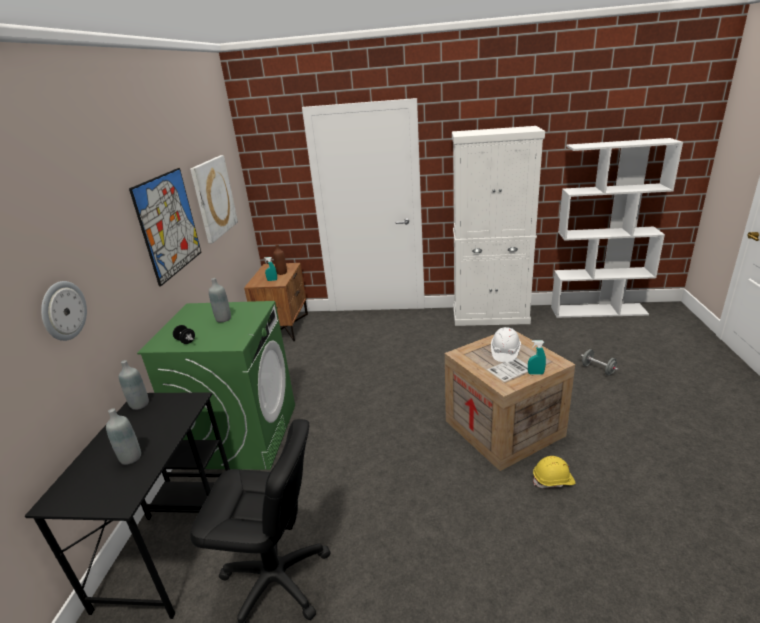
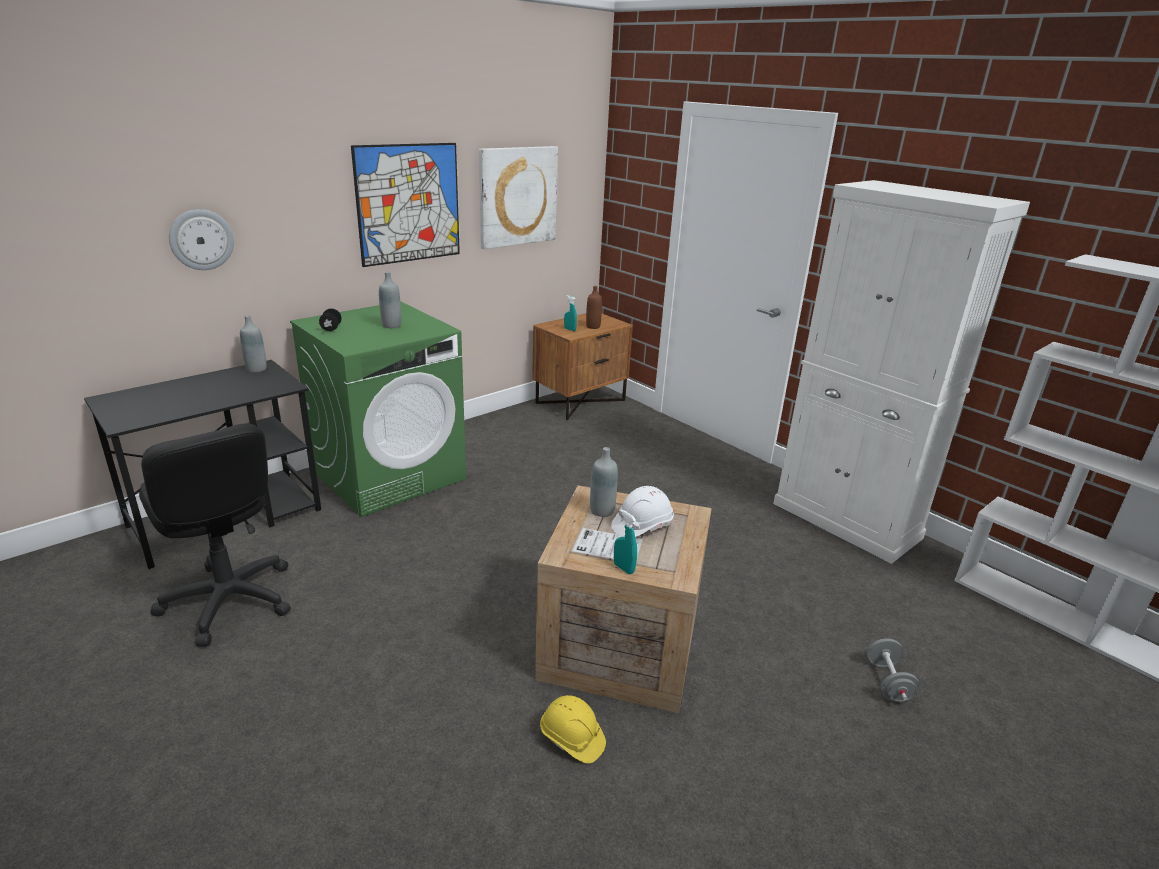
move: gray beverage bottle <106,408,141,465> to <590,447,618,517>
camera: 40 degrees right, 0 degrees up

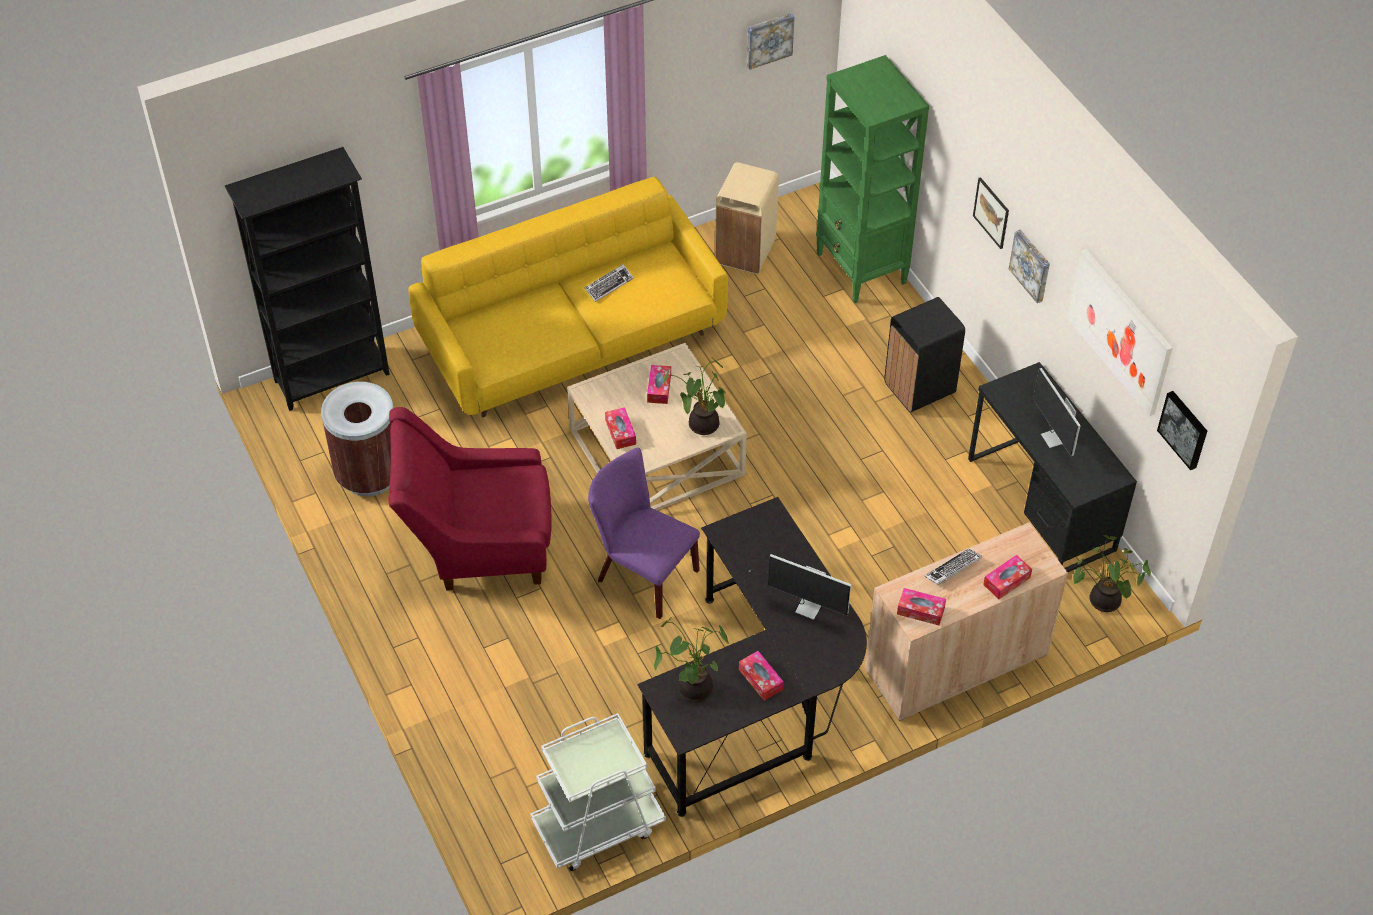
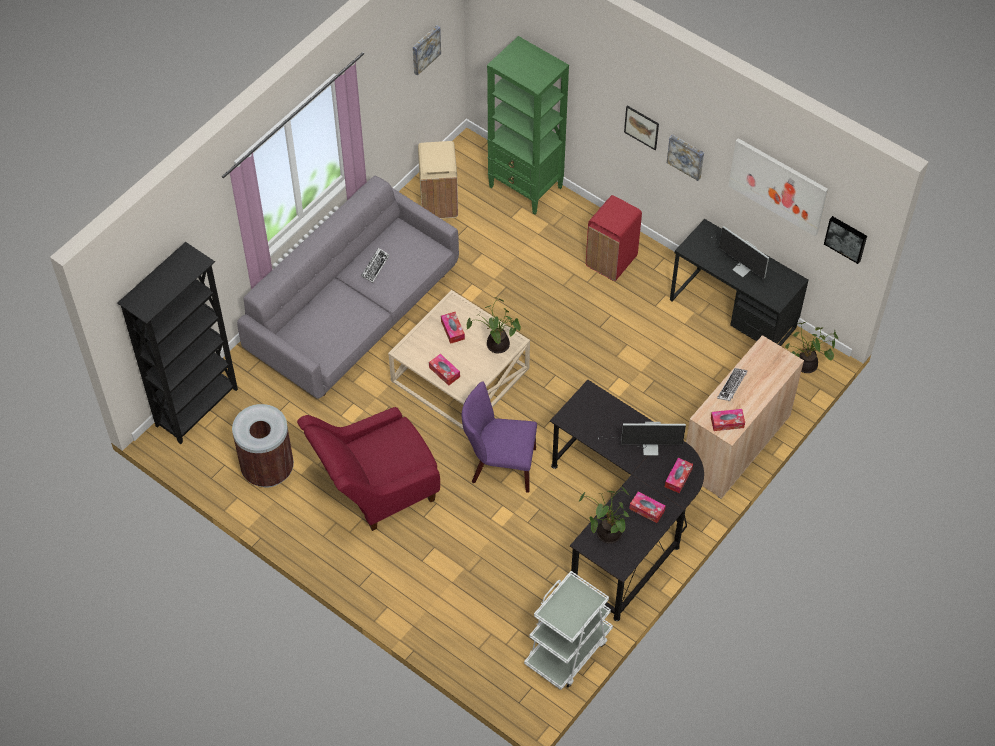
move: tissue box <983,555,1032,599> to <665,458,693,493>
recolor: yellow couch <409,177,728,417> to gray couch <237,176,459,399>; black trash can <884,297,965,413> to red-coloured trash can <586,195,642,281>
camera: 25 degrees left, 5 degrees up

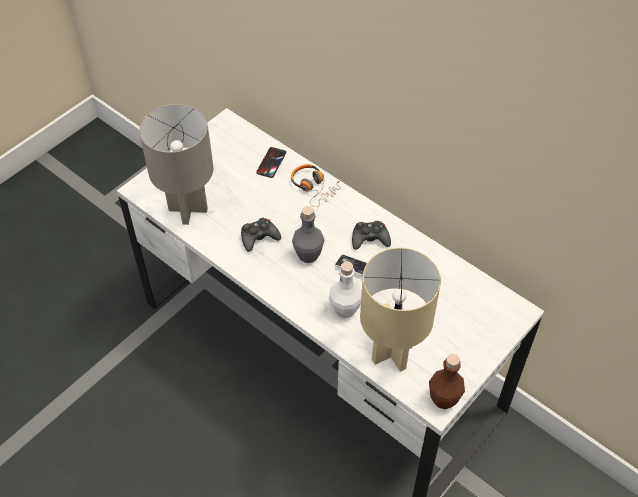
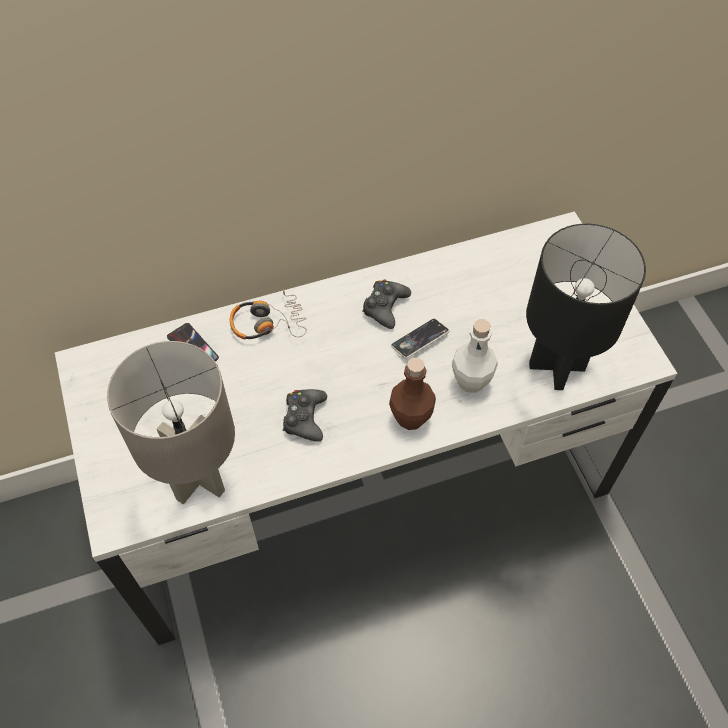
delete: gray beverage bottle <292,206,325,263>
move: brown-coloured beverage bottle <429,354,465,409> to <389,357,436,430>
recolor: beige-coloured tabletop lamp <360,248,441,372> to black tabletop lamp <526,224,646,390>
camera: 60 degrees left, 5 degrees up

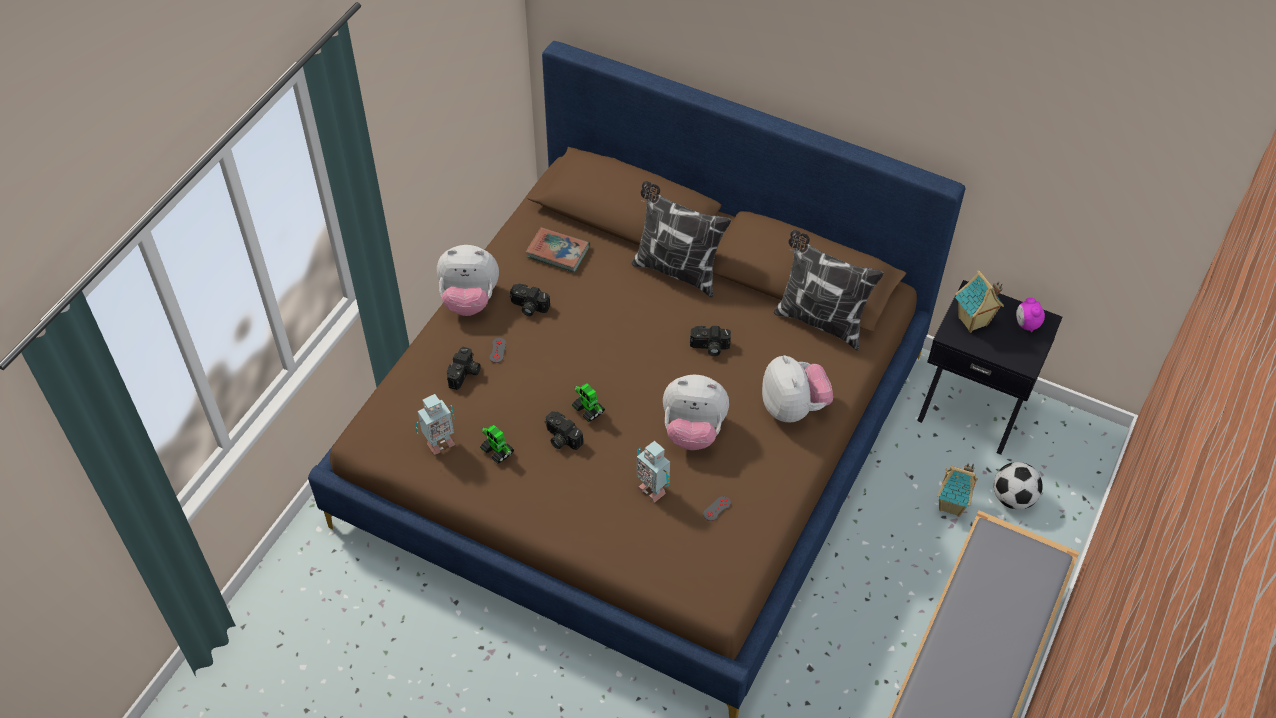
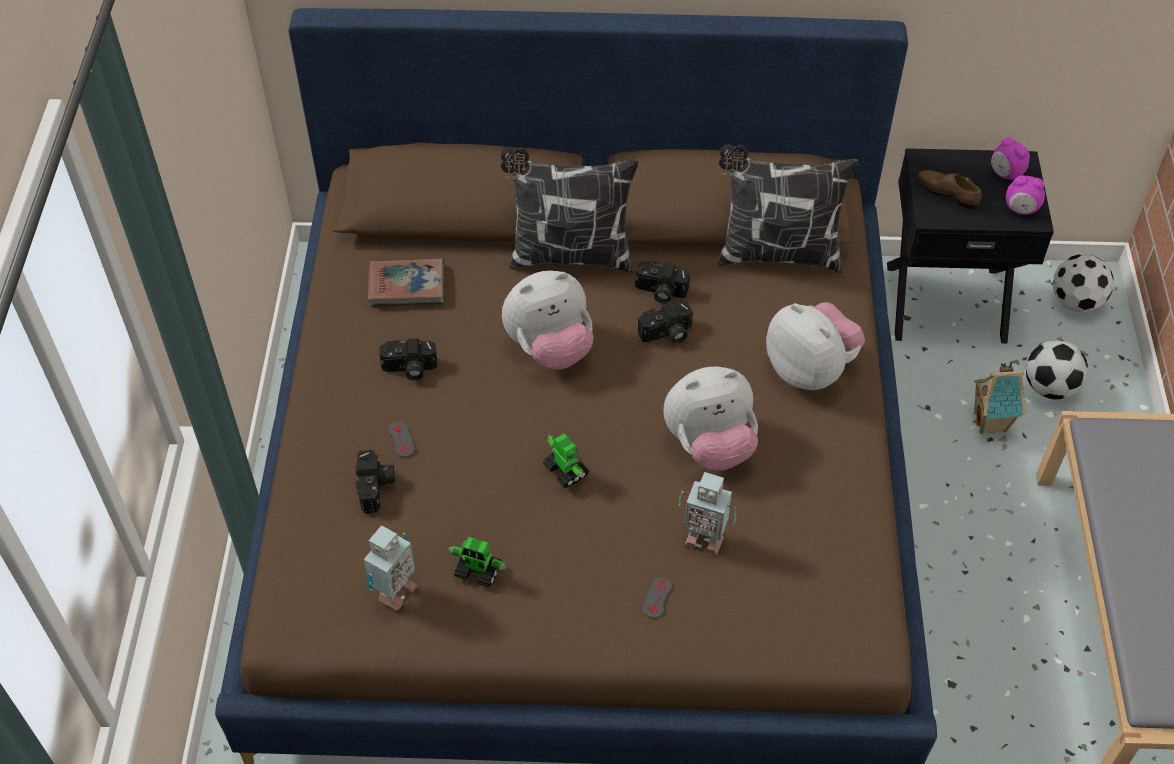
insert: bedside clock <1006,175,1045,215>; football <1053,254,1114,312>
move: soft toy <437,245,499,316> to <502,271,594,370>; still camera <545,411,583,450> to <635,261,690,304>; gray joypad <703,496,731,521> to <643,577,672,618>
replace: model house <955,270,1004,333> to brown-coloured low shoe <918,170,982,210>
rotate: model robot <572,383,605,422> = <543,433,589,488> 150 degrees counterclockwise
camera: 25 degrees left, 0 degrees up

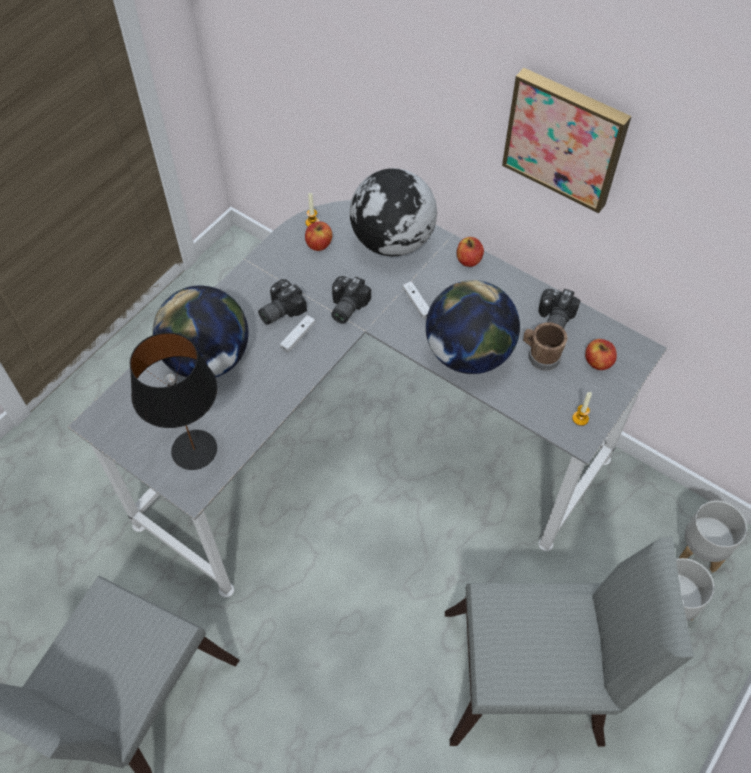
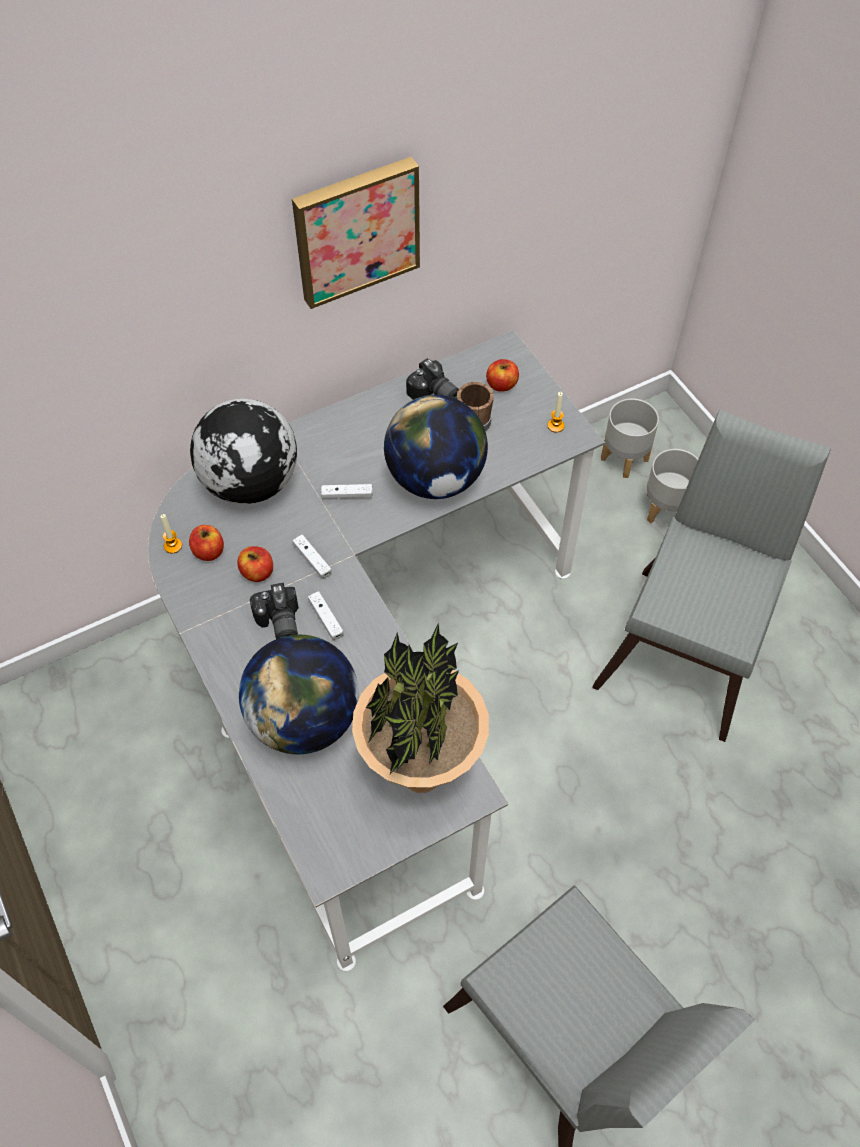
move: apple <457,237,484,267> to <237,546,273,582>
replace: still camera <331,276,371,324> to white joypad <292,534,332,579>; black tabletop lamp <130,332,217,470> to potted plant <352,623,489,793>
camera: 65 degrees left, 0 degrees up

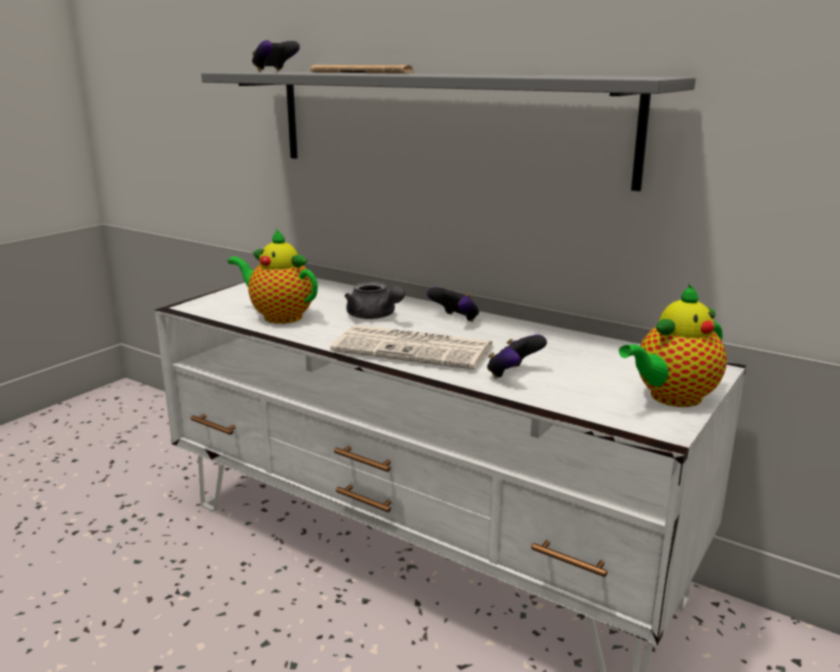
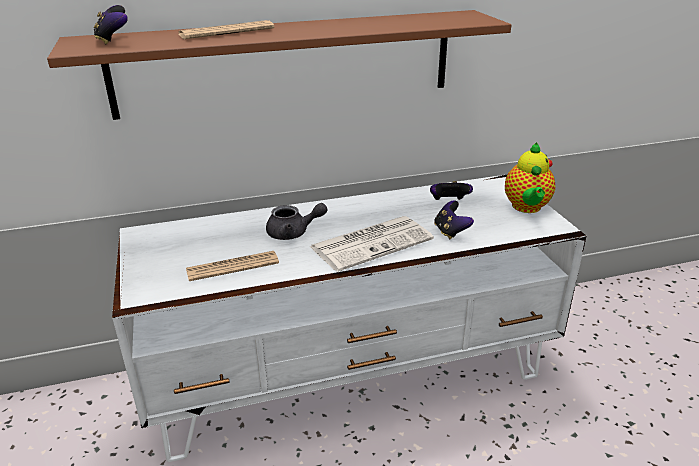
move: joypad <427,287,479,322> to <430,181,473,200>
replace: pot for tea <228,229,318,324> to newspaper <186,251,279,281>
recolor: gray bracket shelf <201,72,696,191> to brown-coloured bracket shelf <47,10,511,120>
camera: 50 degrees left, 10 degrees up

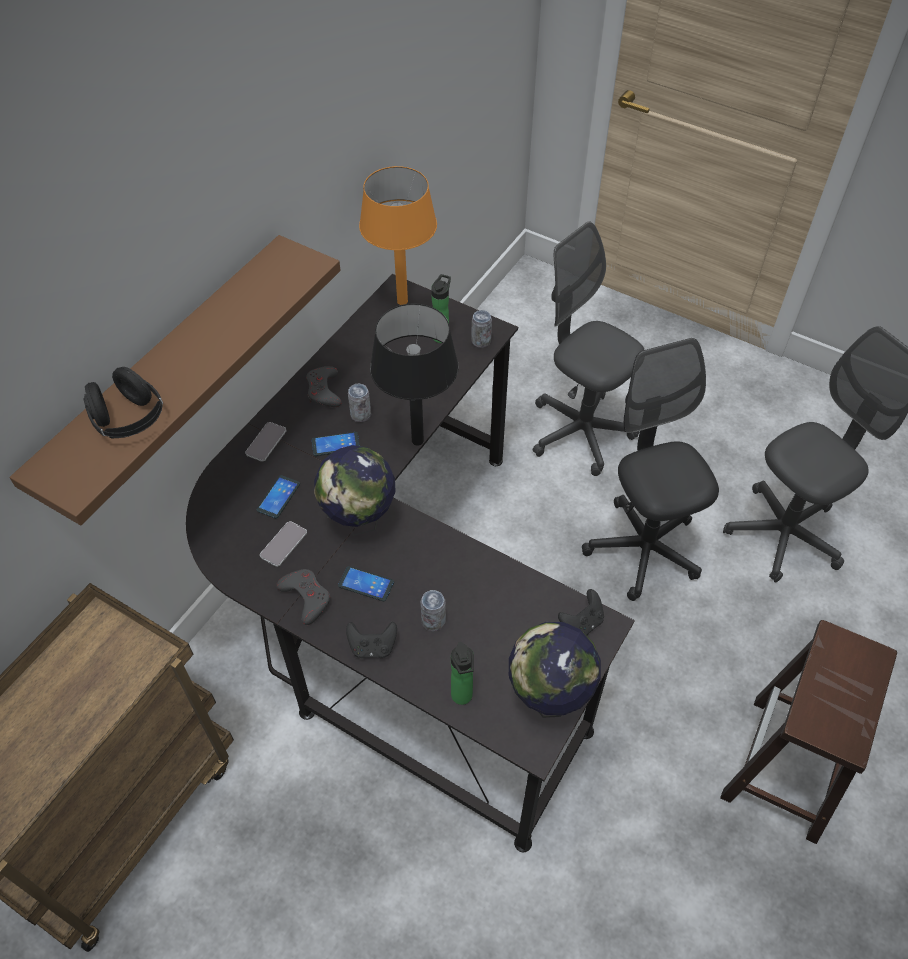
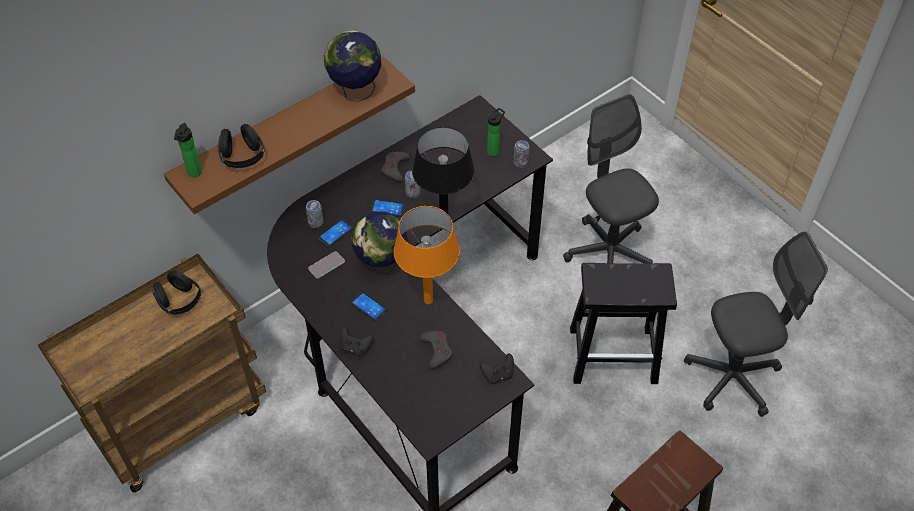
delete: telephone <245,422,286,462>
insert: black pair of headphones <152,270,201,315>
move: beverage bottle <451,642,474,705> to <174,123,202,177>; can <420,590,446,631> to <306,200,324,228>; world globe <509,622,601,718> to <324,31,381,102>; orangey tabletop lamp <359,166,437,305> to <394,206,460,304>; gray joypad <276,569,330,625> to <419,331,453,370>
replace: black office chair <582,338,719,601> to black sitting stool <570,263,677,384>
camera: 20 degrees right, 0 degrees up

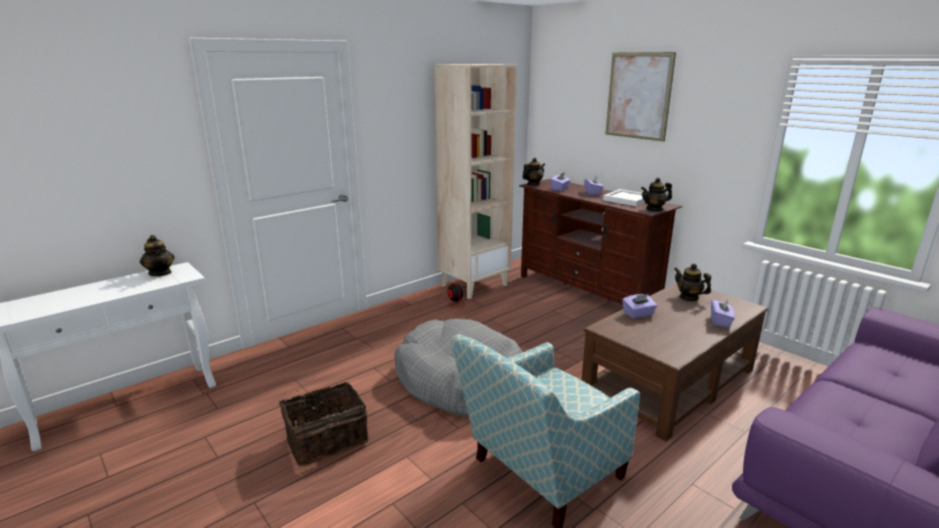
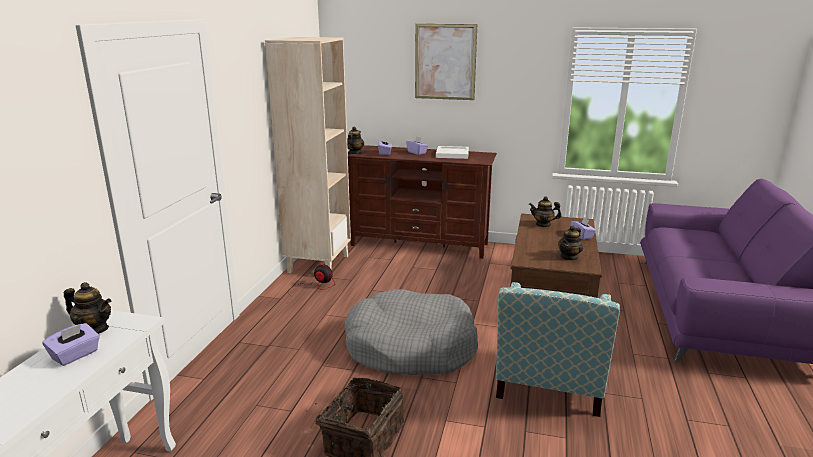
move: purple-coloured tissue box <622,294,657,319> to <42,323,100,366>; pot for tea <641,178,672,212> to <558,225,583,261>
camera: 35 degrees left, 0 degrees up

